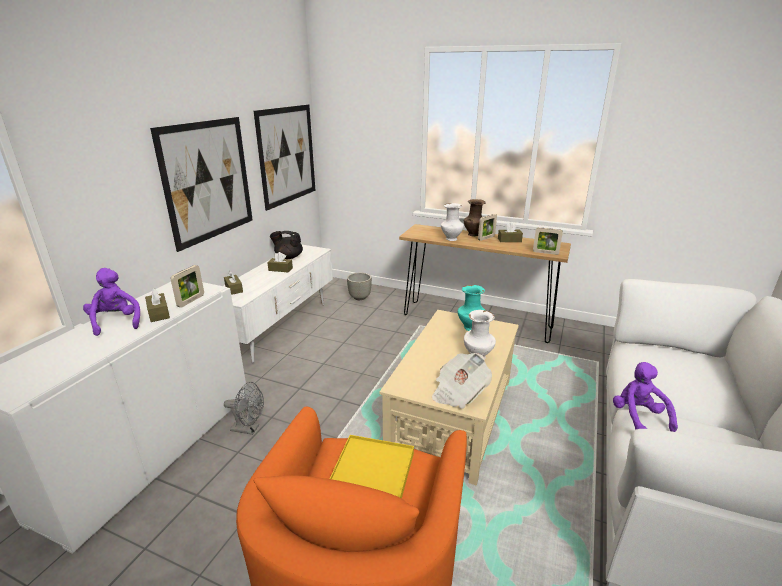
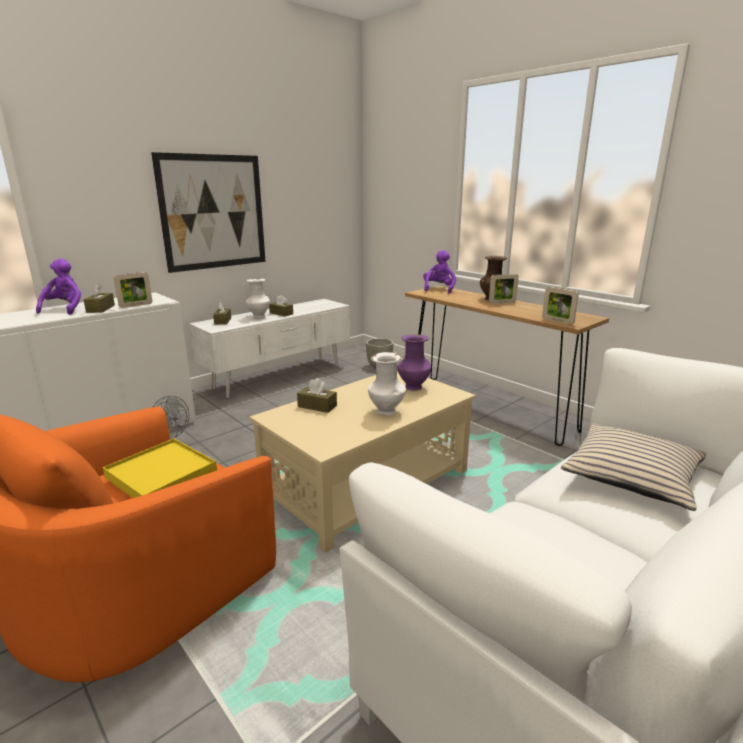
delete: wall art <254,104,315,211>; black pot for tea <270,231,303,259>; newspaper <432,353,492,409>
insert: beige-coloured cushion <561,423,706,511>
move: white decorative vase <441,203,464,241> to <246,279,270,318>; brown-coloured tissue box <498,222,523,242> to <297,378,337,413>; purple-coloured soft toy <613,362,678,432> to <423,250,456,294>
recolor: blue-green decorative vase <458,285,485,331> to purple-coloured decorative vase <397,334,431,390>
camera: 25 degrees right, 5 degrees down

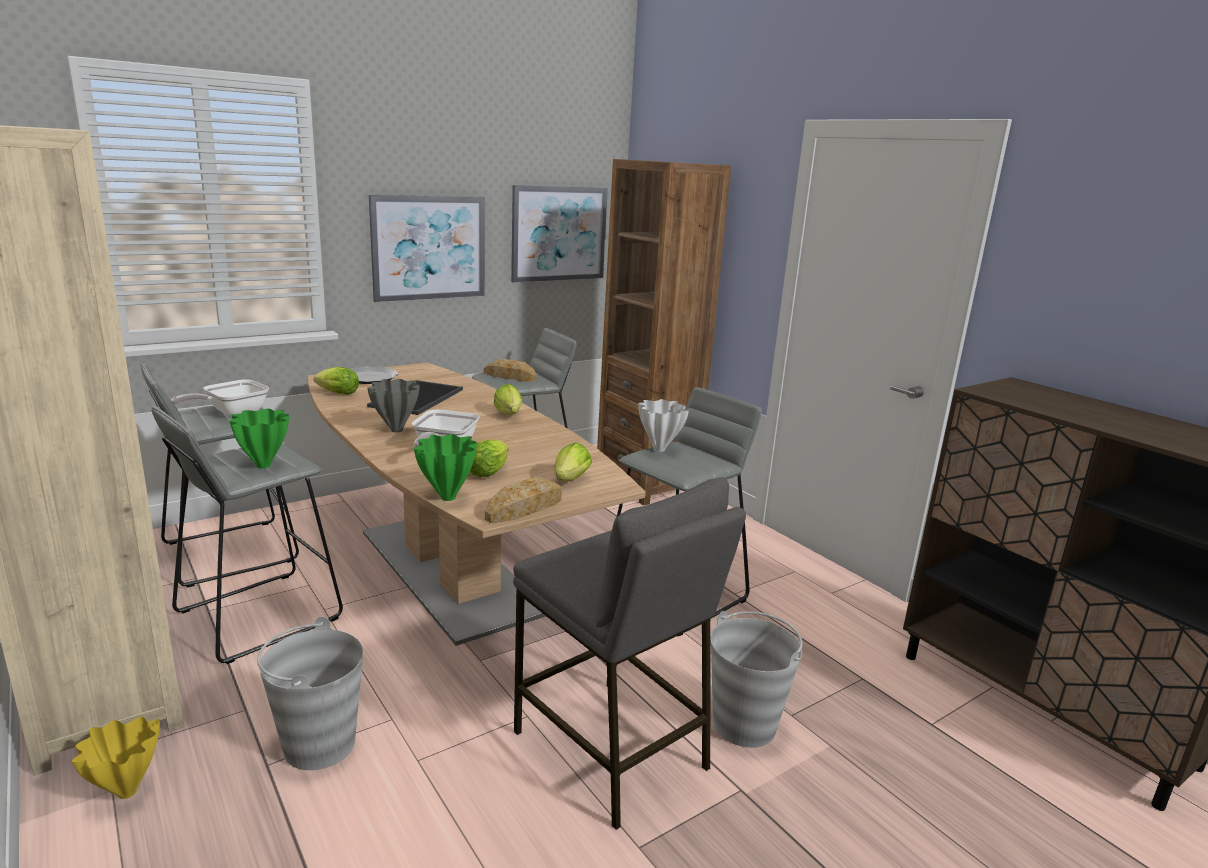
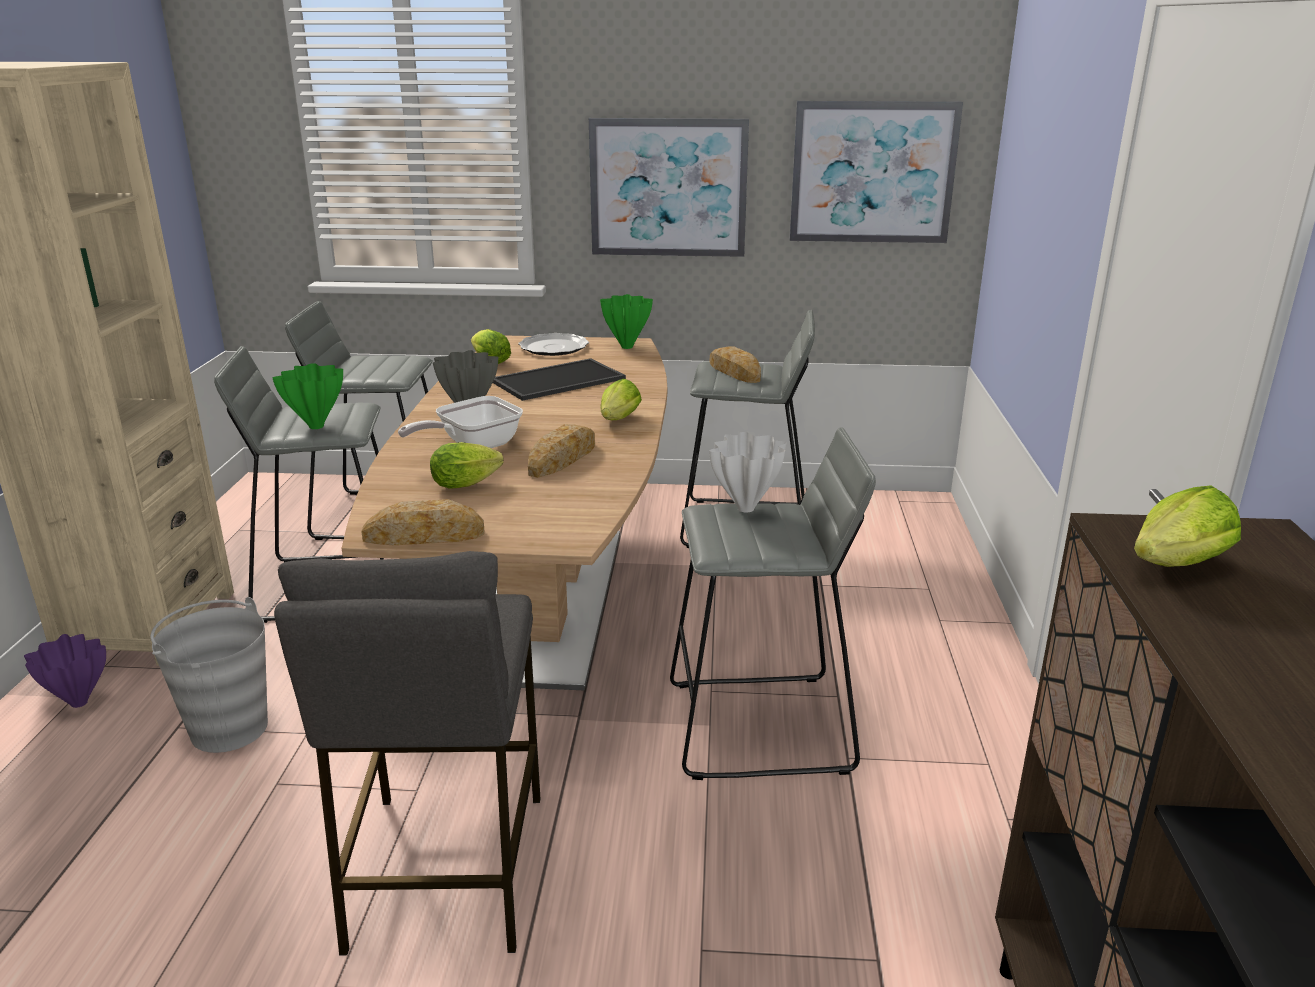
delete: pan <171,379,269,417>; brown-coloured shelving unit <597,159,731,506>; gray bucket <711,611,803,748>
insert: bread <528,424,595,478>
move: green-coloured decorative vase <414,434,477,501> to <600,294,653,349>; head of lettuce <554,442,592,481> to <1134,485,1241,567>
recolor: yellow decorative vase <72,717,160,799> to purple-coloured decorative vase <24,634,106,708>
camera: 40 degrees right, 5 degrees up

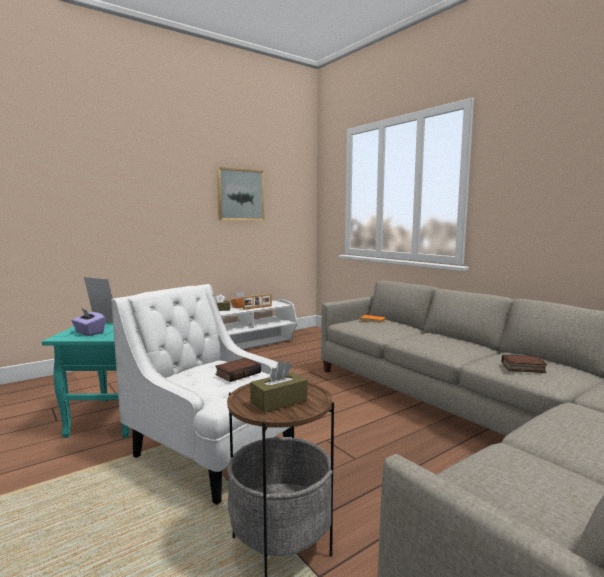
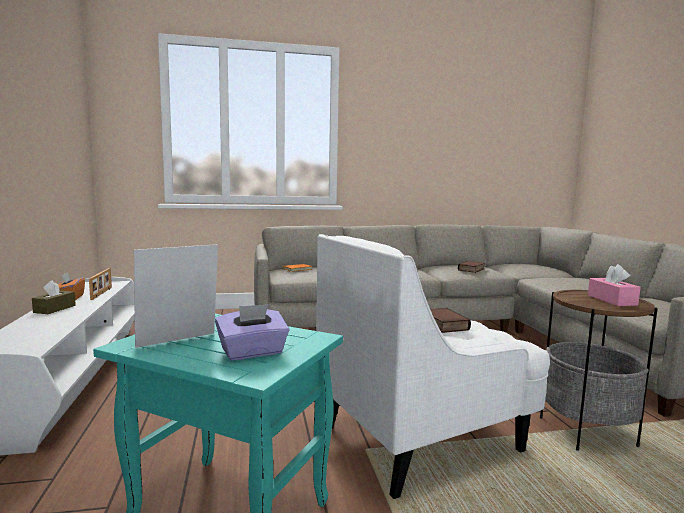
delete: wall art <217,167,264,220>
recolor: brown-coloured tissue box <250,360,307,413> to pink-coloured tissue box <588,264,641,306>
camera: 65 degrees left, 0 degrees up

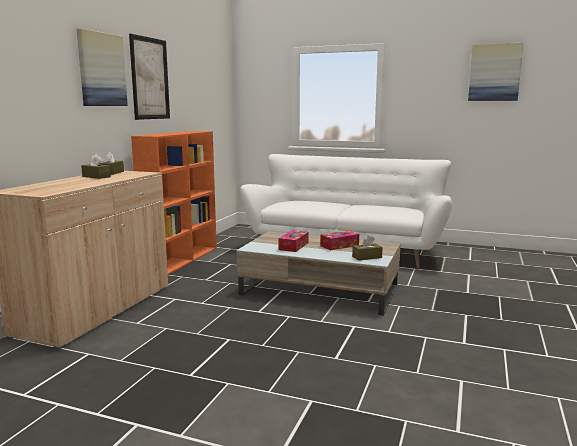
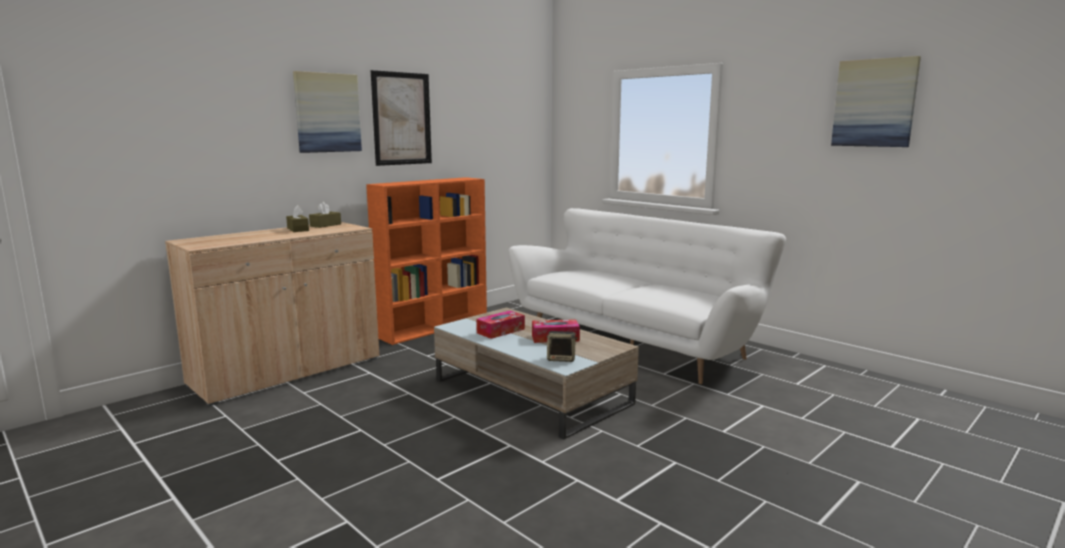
replace: brown-coloured tissue box <352,236,383,261> to audio speaker <547,331,577,362>
camera: 25 degrees right, 0 degrees up

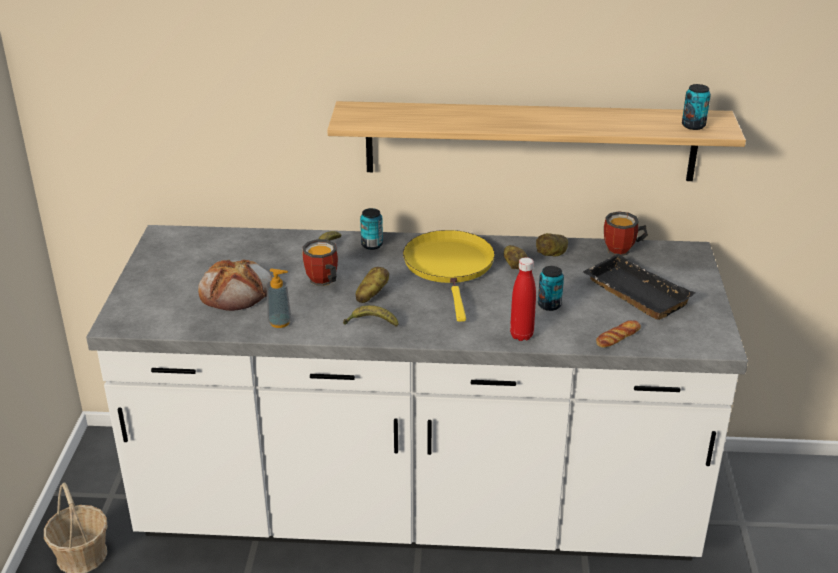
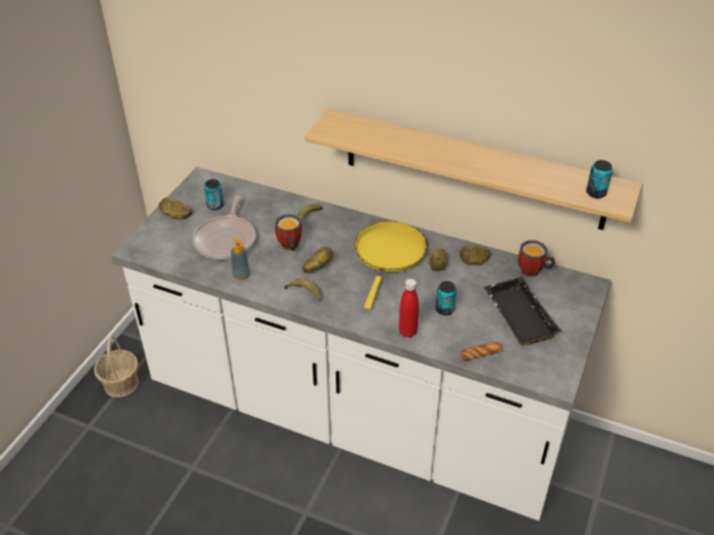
insert: spud <159,198,192,220>
move: can <360,208,383,250> to <204,179,224,210>
replace: bread <198,259,272,311> to pan <193,195,256,260>
camera: 20 degrees right, 10 degrees up

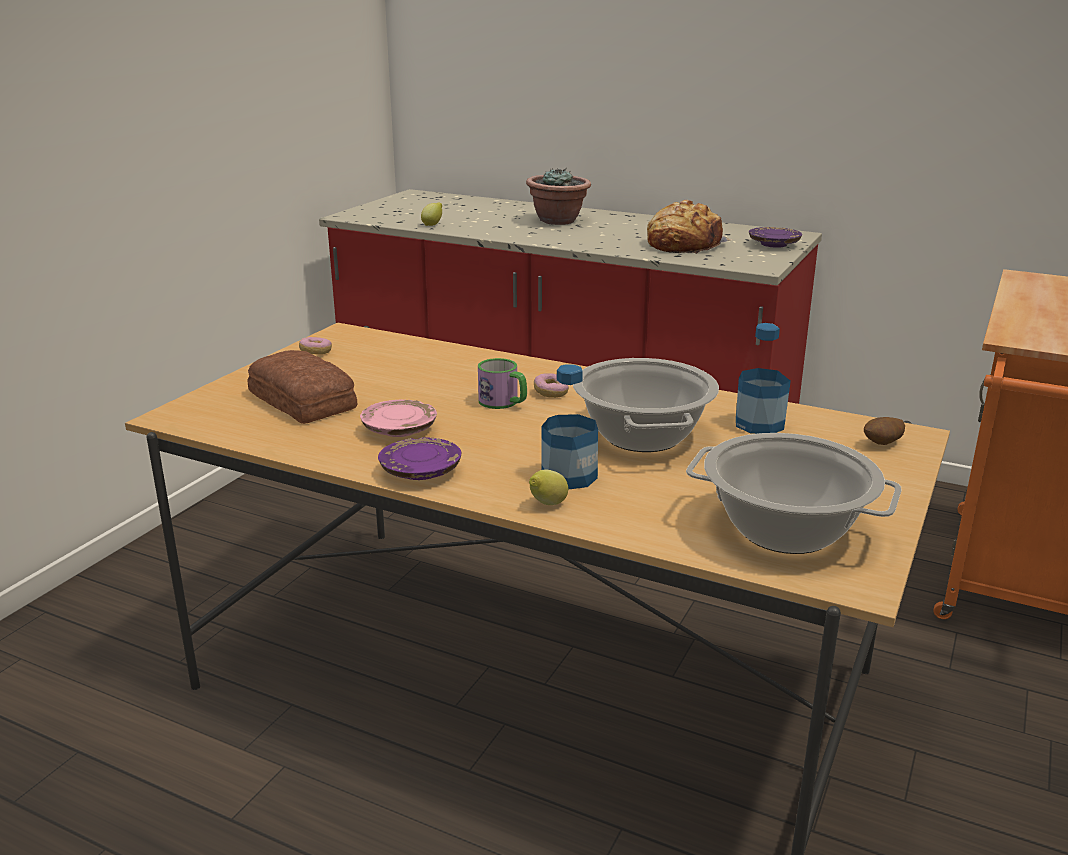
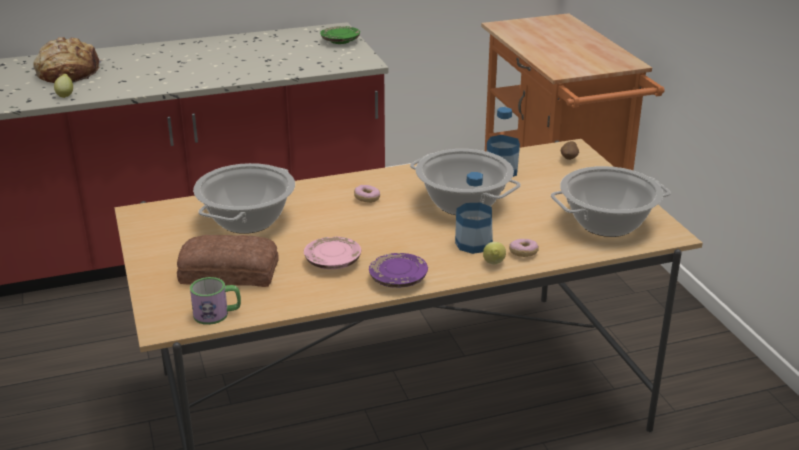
delete: potted plant <526,168,591,225>
insert: cooking pot <193,163,295,234>
move: bread <647,200,733,254> to <33,37,104,83>; coffee mug <478,358,527,409> to <190,277,241,325>; donut <299,337,332,354> to <509,239,539,257>
recolor: purple-coloured flat dish <749,227,802,248> to green-coloured flat dish <320,26,360,44>
camera: 45 degrees left, 5 degrees up

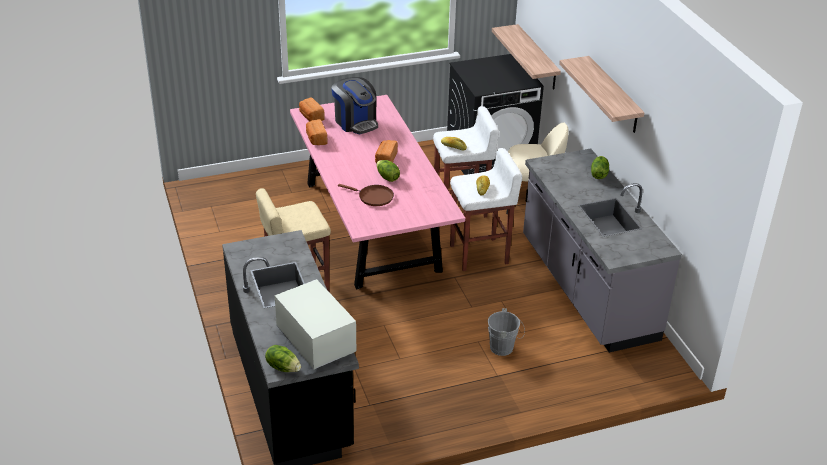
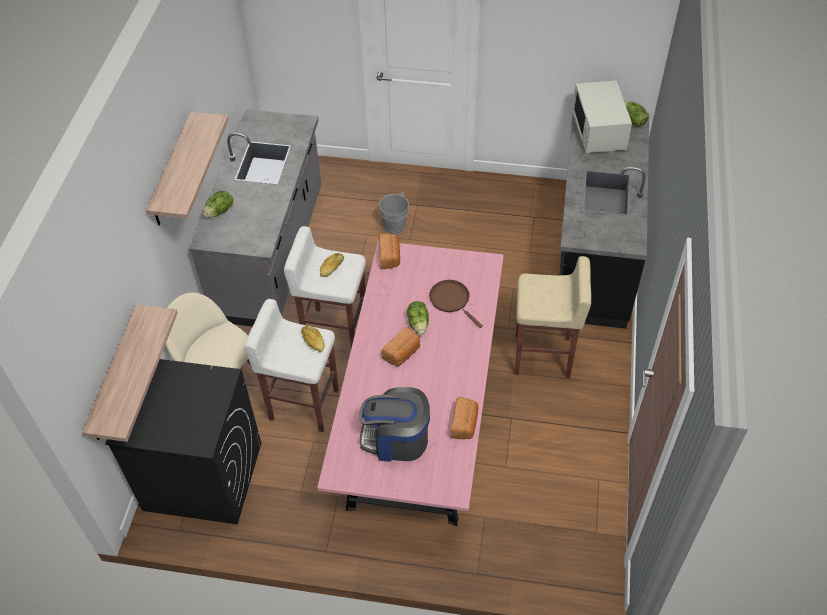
move: bread <299,97,325,121> to <379,234,400,269>
rotate: coffee brewer <332,77,378,134> = <359,387,430,462> 75 degrees counterclockwise
camera: 150 degrees left, 15 degrees up

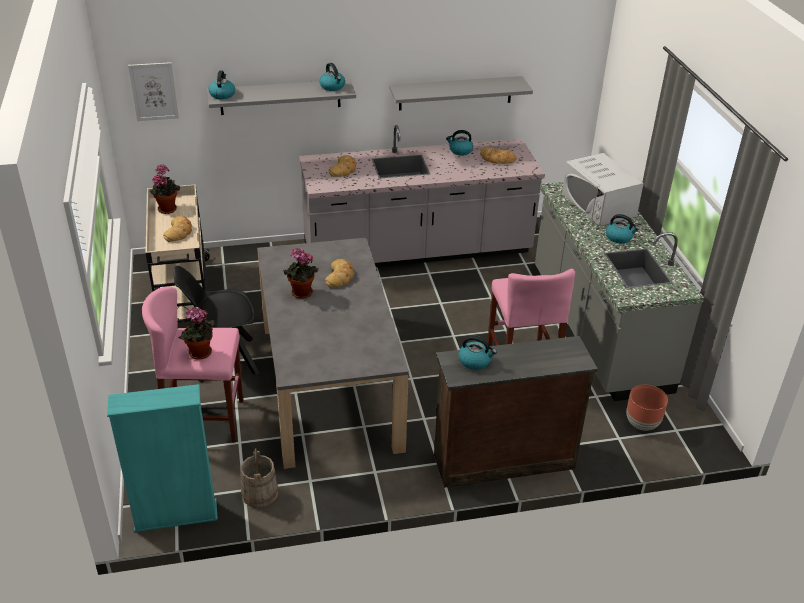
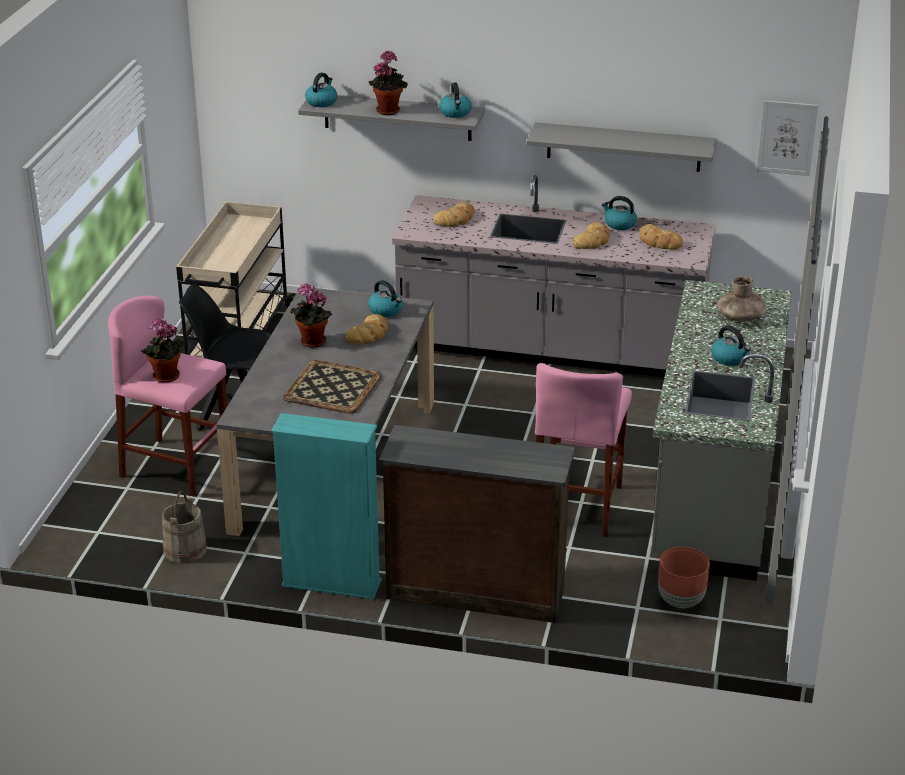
insert: serving tray <282,360,382,414>
move: blue-green shelving unit <107,384,218,532> to <271,413,382,600>; potted plant <150,164,180,214> to <368,50,408,115>; water kettle <458,335,497,370> to <368,280,403,317>; bread <163,216,192,242> to <573,222,610,249>; wall art <128,62,179,121> to <757,100,818,176>
replace: white microwave oven <562,153,644,226> to brown-coloured decorative vase <717,276,765,322>
camera: 25 degrees right, 5 degrees down

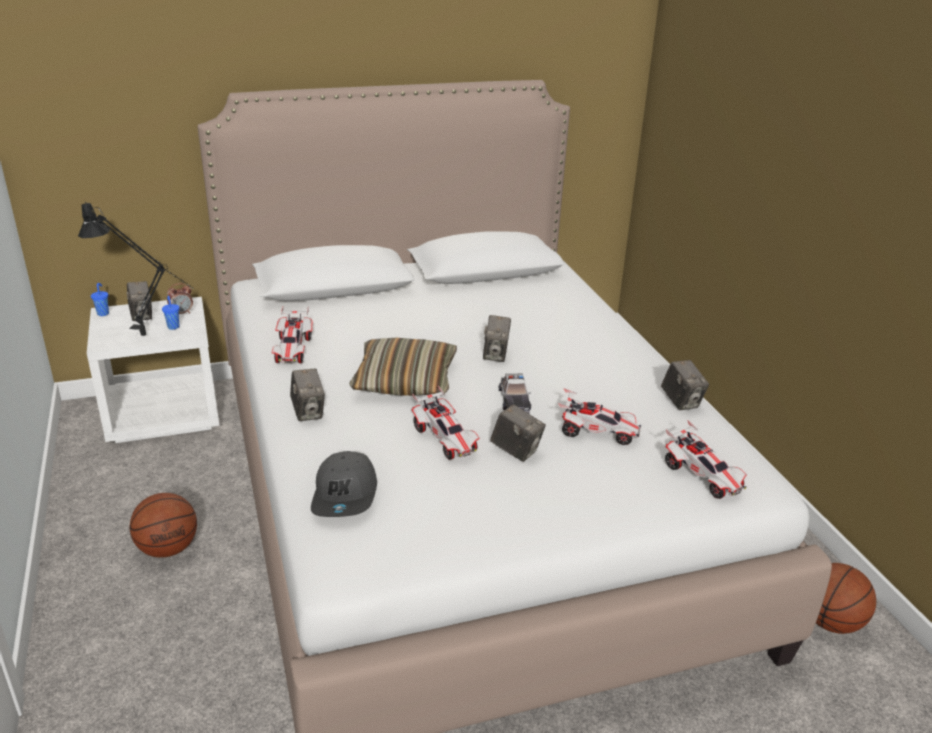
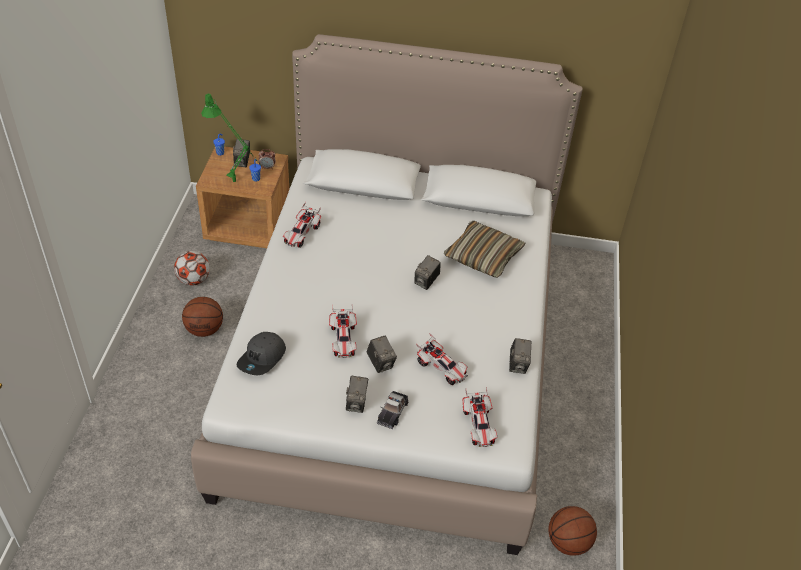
insert: football <174,251,210,286>
move: still camera <290,369,325,421> to <346,376,368,413>; toy car <499,374,531,414> to <377,391,408,429>; cushion <349,338,457,396> to <444,221,525,278>
recolor: white night table <87,297,220,443> to brown-coloured night table <196,146,289,248>; black tabletop lamp <78,202,193,336> to green-coloured tabletop lamp <201,94,261,182>
camera: 25 degrees right, 15 degrees up

